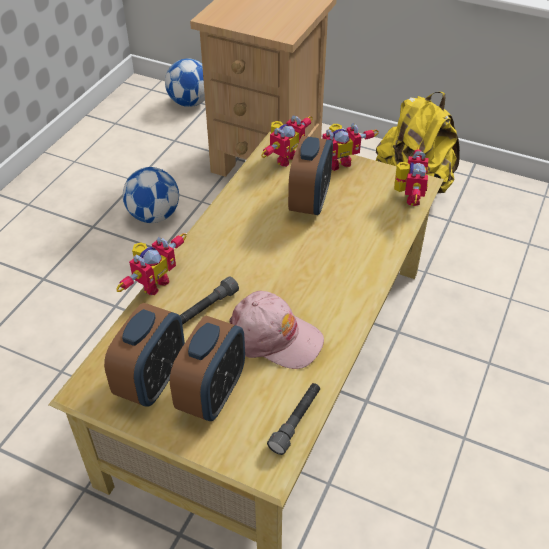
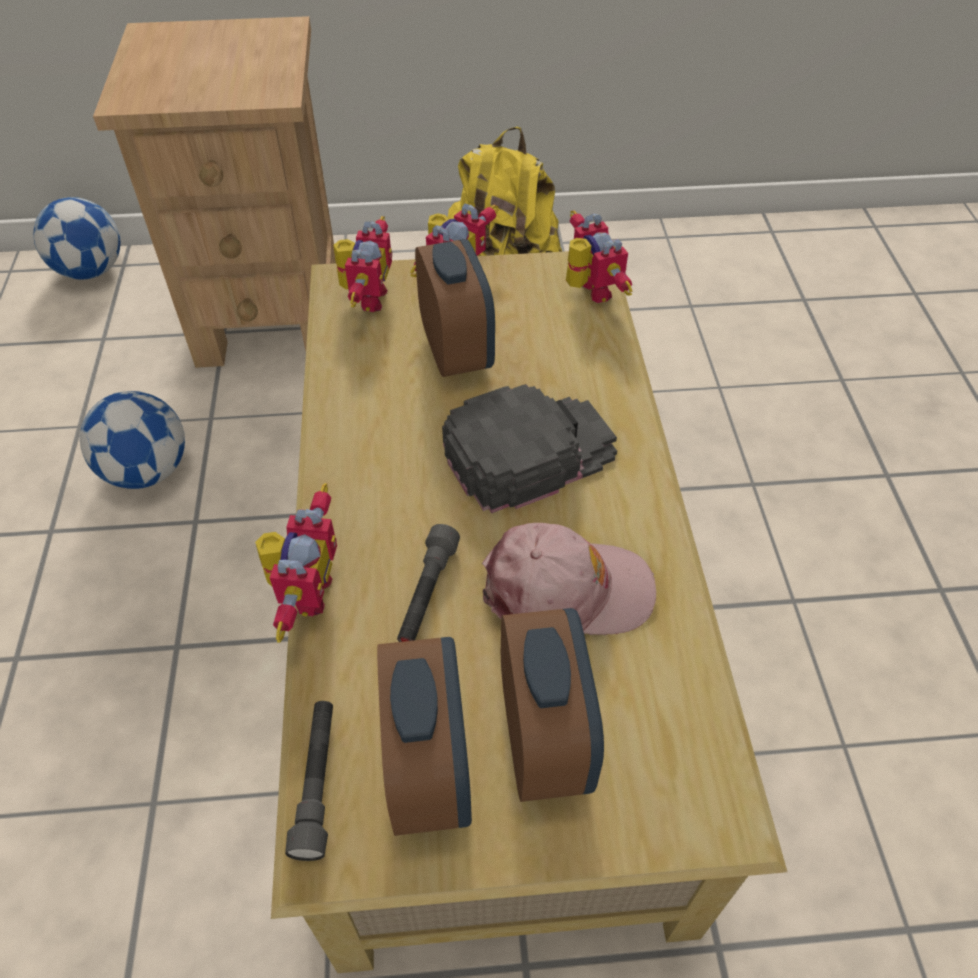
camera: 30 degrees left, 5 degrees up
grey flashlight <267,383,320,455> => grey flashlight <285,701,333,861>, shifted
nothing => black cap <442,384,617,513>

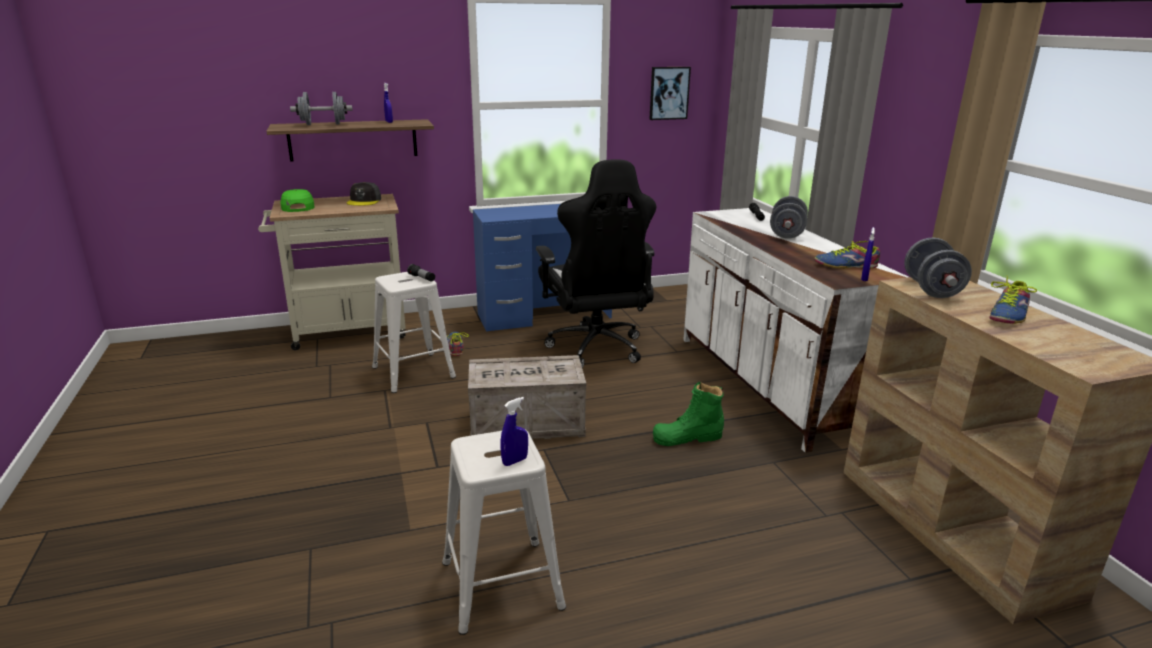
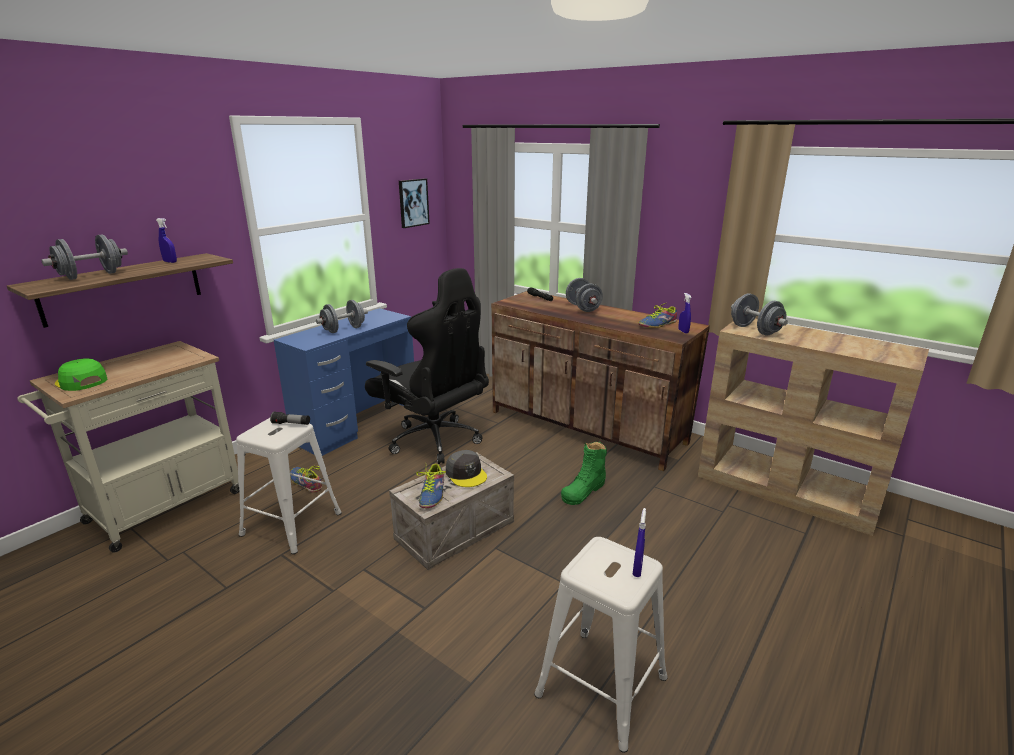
camera: 35 degrees left, 0 degrees up
nothing => grey dumbbell <316,300,368,333>
shoe <989,275,1037,324> => shoe <417,464,446,508>, shifted
grey cap <347,182,381,206> => grey cap <446,450,487,487>, shifted
white cabinet <683,208,908,453> => brown cabinet <491,291,710,471>

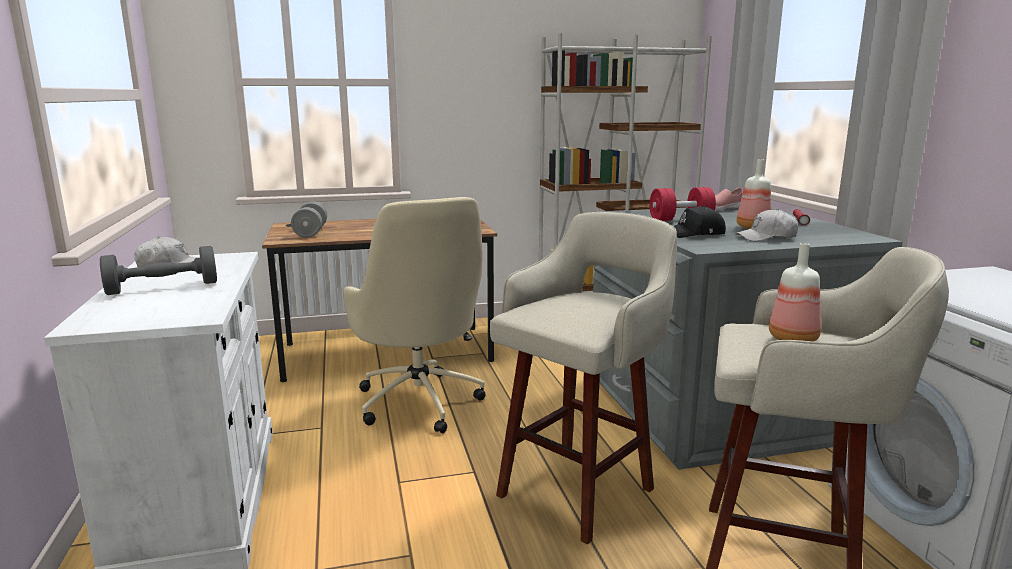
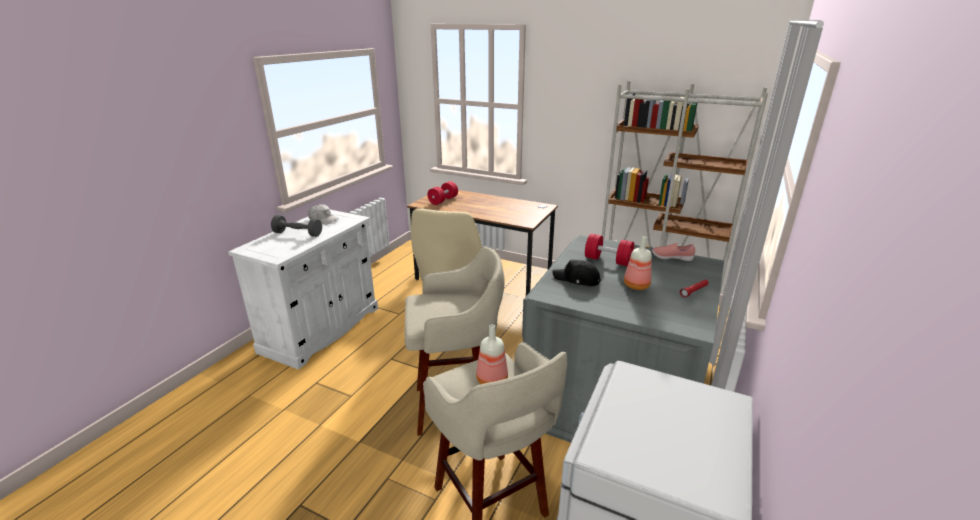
camera: 40 degrees right, 10 degrees up
grey dumbbell <291,201,327,238> => red dumbbell <427,181,458,205>
white cap <736,209,798,241> => nothing

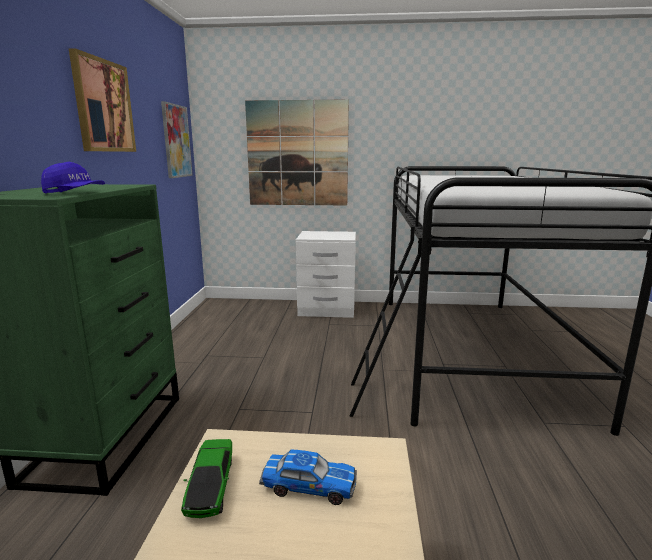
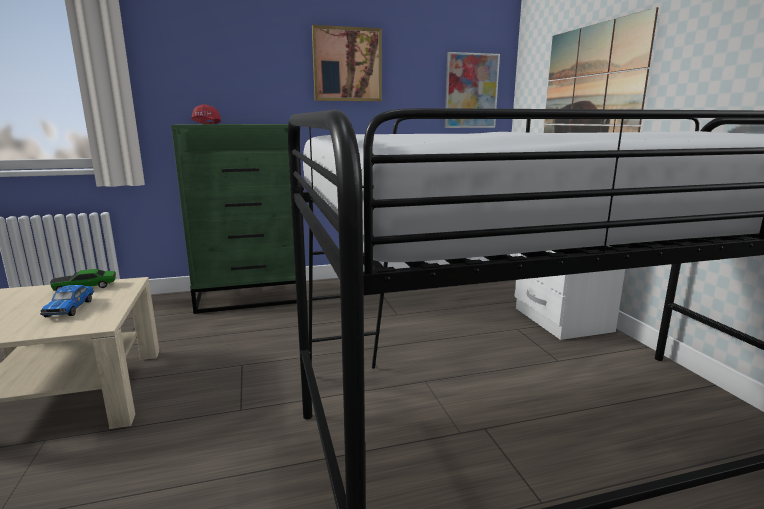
camera: 70 degrees right, 0 degrees up
blue cap <41,162,105,194> => red cap <190,104,221,124>

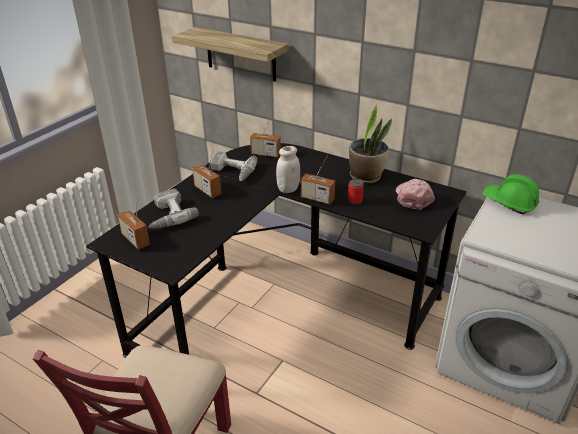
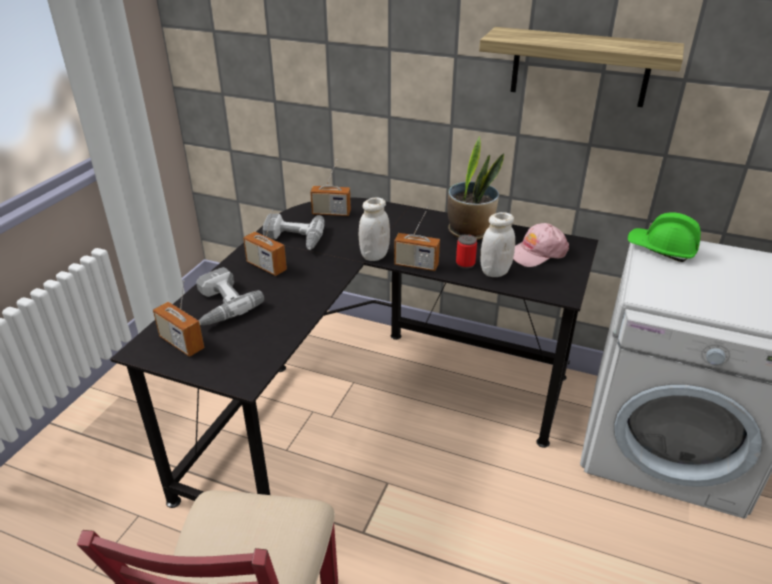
camera: 10 degrees left, 0 degrees up
shelf <172,27,289,82> => shelf <479,27,684,107>, shifted
nothing => white jar <480,212,515,277>
pink cap <396,179,435,210> => pink cap <513,223,569,267>, 105 degrees counterclockwise

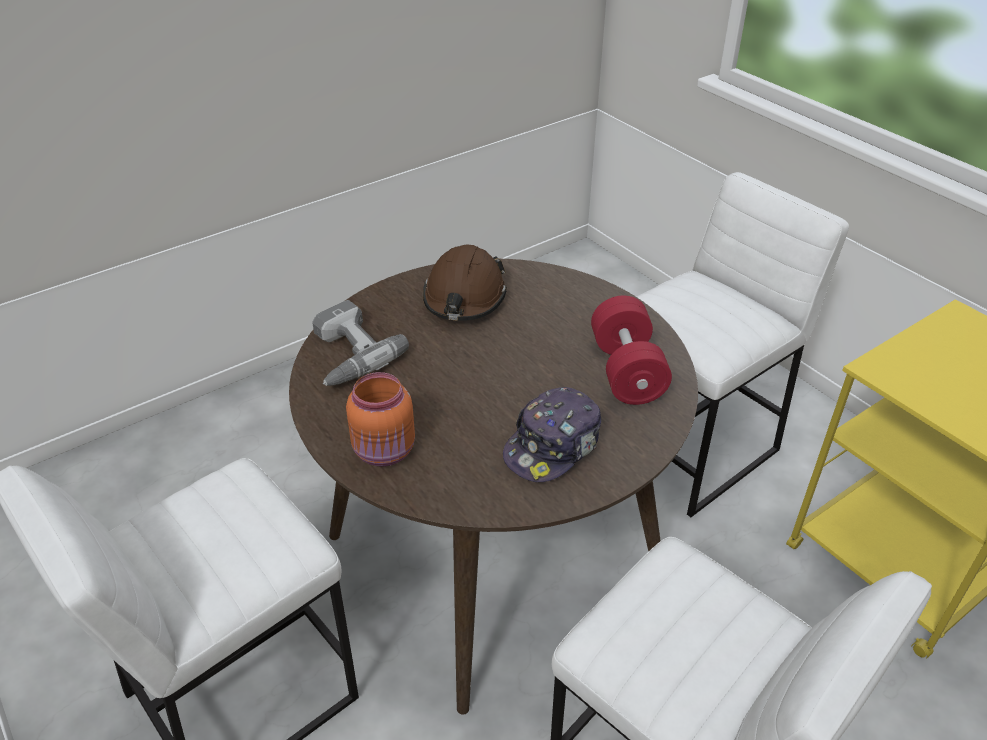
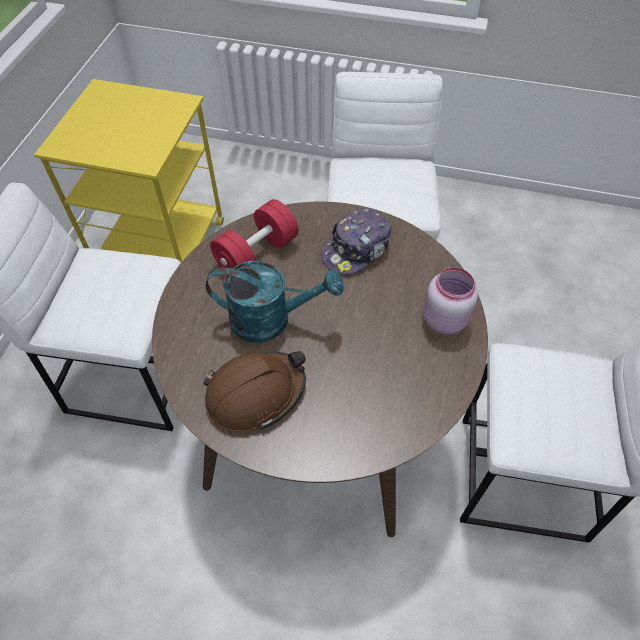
camera: 130 degrees left, 15 degrees up
nothing => turquoise watering can <206,261,344,343>
cap <503,387,601,482> => cap <321,208,391,275>, 135 degrees clockwise
orange jar <346,372,415,467> => pink jar <423,267,478,335>
power drill <312,300,409,386> => nothing

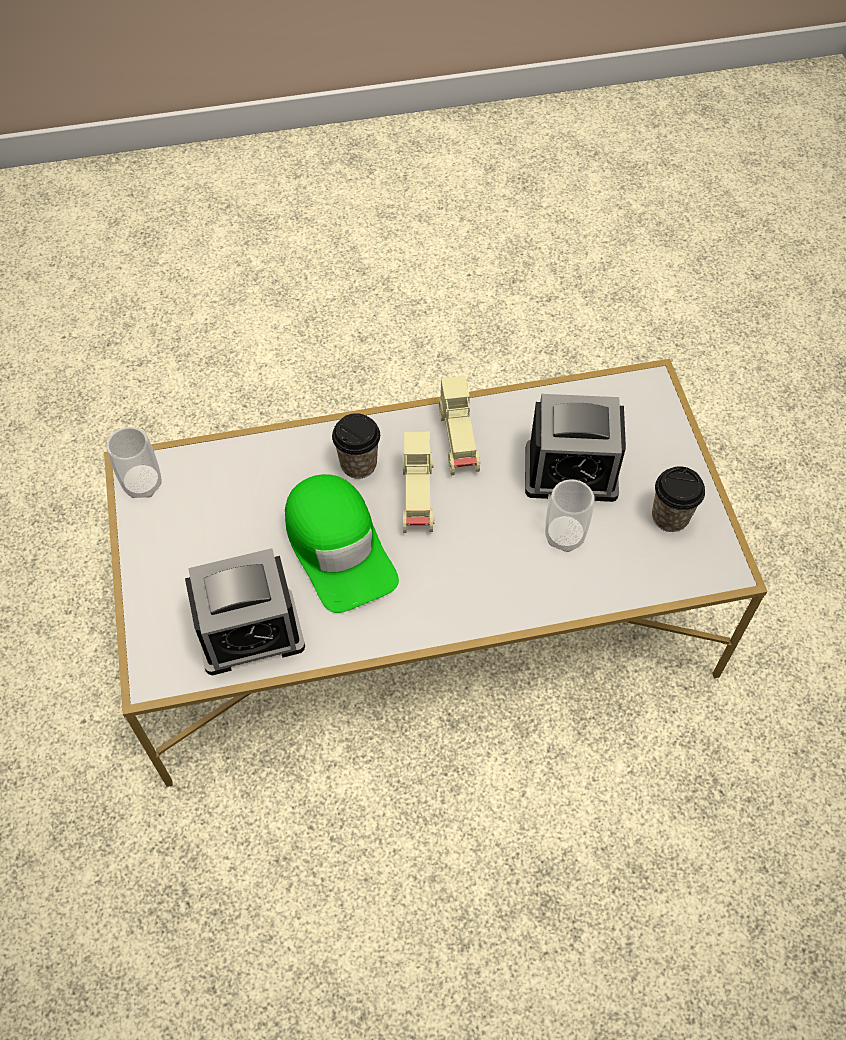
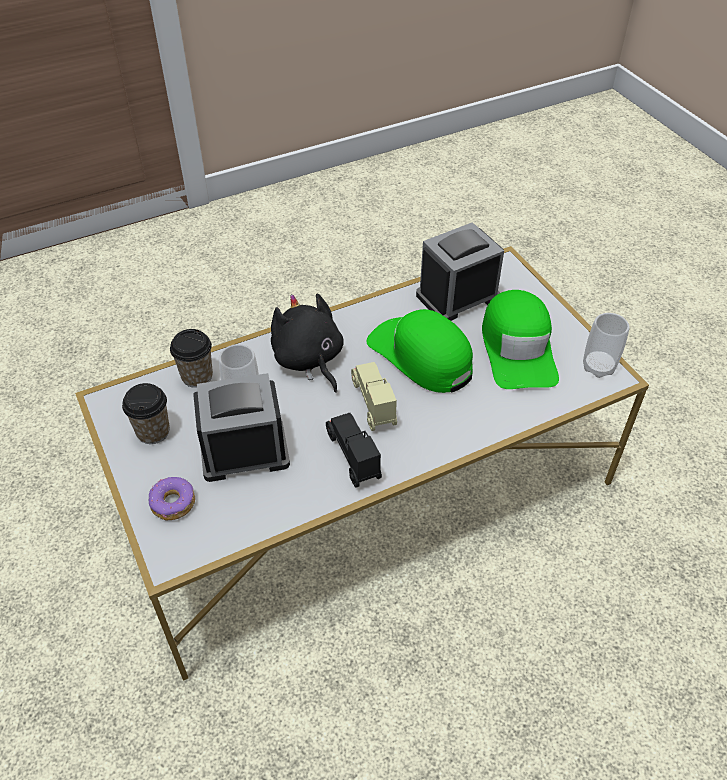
camera: 165 degrees right, 10 degrees down
nothing => donut <149,477,195,520>
cup <332,413,380,479> => cup <170,329,213,388>, shifted
nothing => black plush toy <271,293,344,393>
beige toy car <439,376,480,475> => black toy car <326,413,382,488>
nothing => green cap <482,290,559,389>

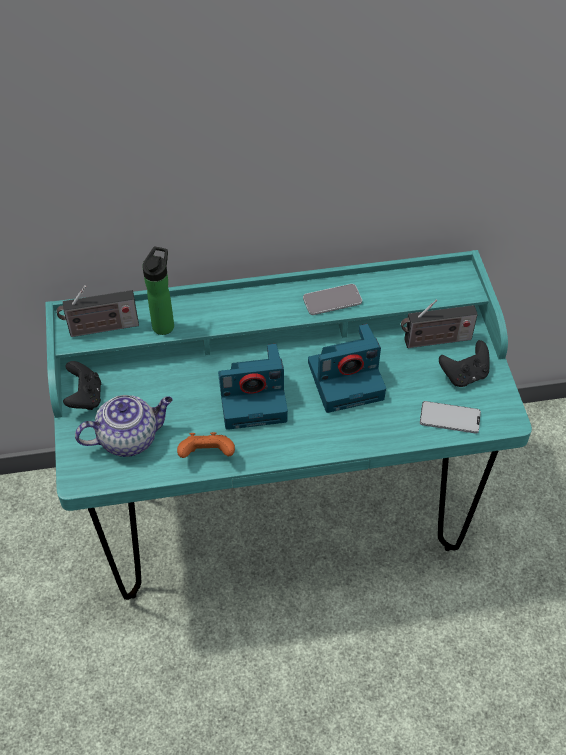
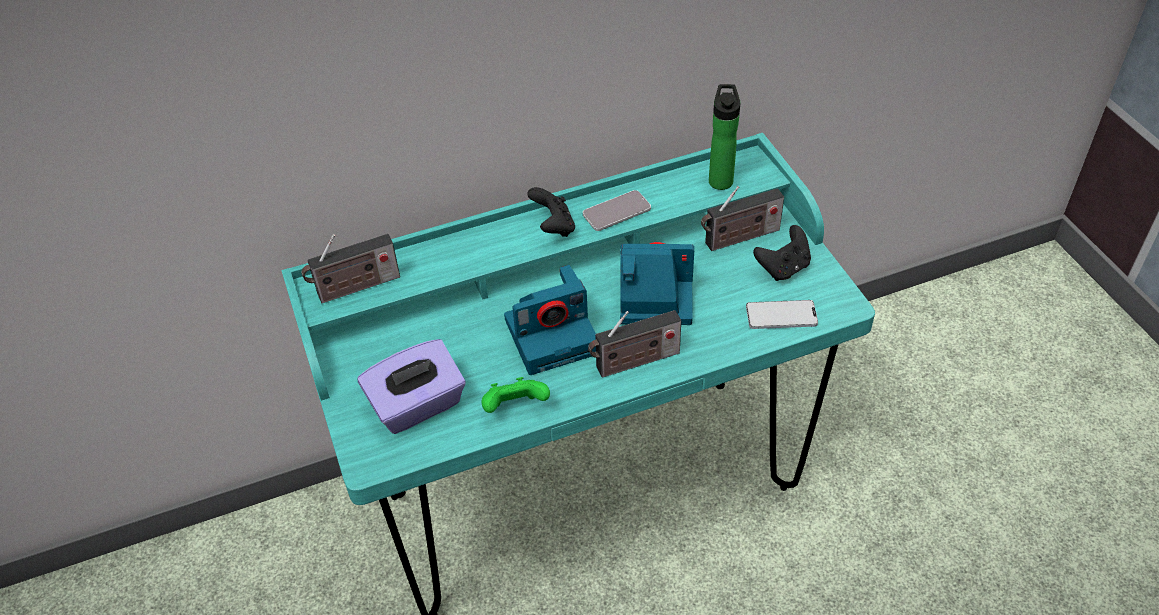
camera: 10 degrees left, 5 degrees down
teapot <75,395,173,457> => purple tissue box <357,339,466,434>
orange game controller <177,432,235,458> => green game controller <481,377,550,413>
black game controller <63,361,101,410> => black game controller <527,187,575,237>, shifted
nothing => radio <588,310,681,378>
photo camera <308,324,386,413> => photo camera <620,242,694,325>, 150 degrees counterclockwise
bottle <142,247,174,335> => bottle <709,84,740,190>, shifted

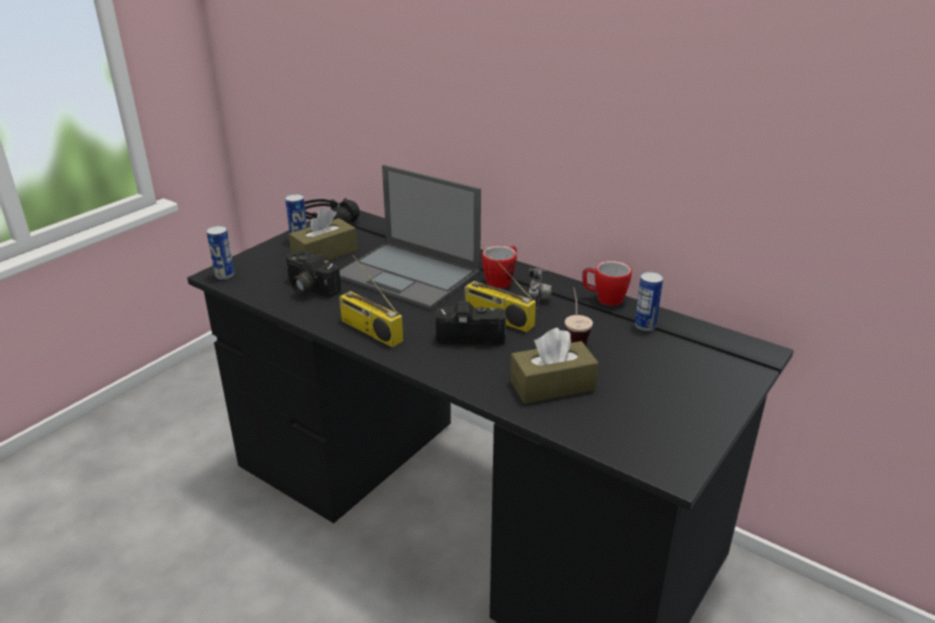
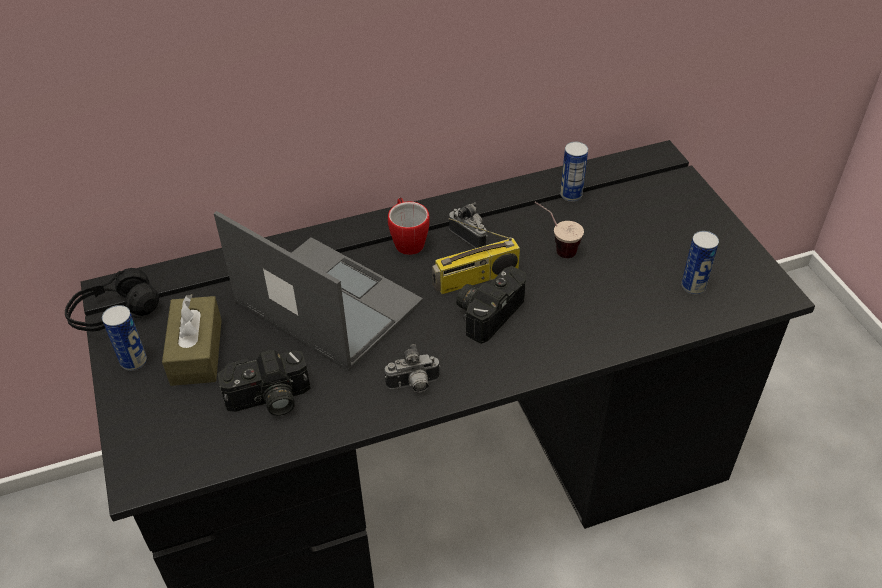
camera: 55 degrees left, 15 degrees up
laptop <339,164,481,310> => laptop <214,211,423,371>, 120 degrees counterclockwise
radio <339,255,403,348> => photo camera <385,344,441,393>
can <206,226,234,280> => can <681,231,719,295>, shifted
brown tissue box <510,328,599,404> => nothing
mug <582,261,632,306> => nothing

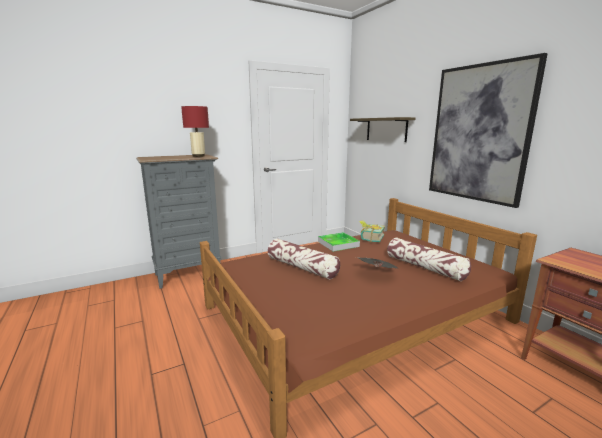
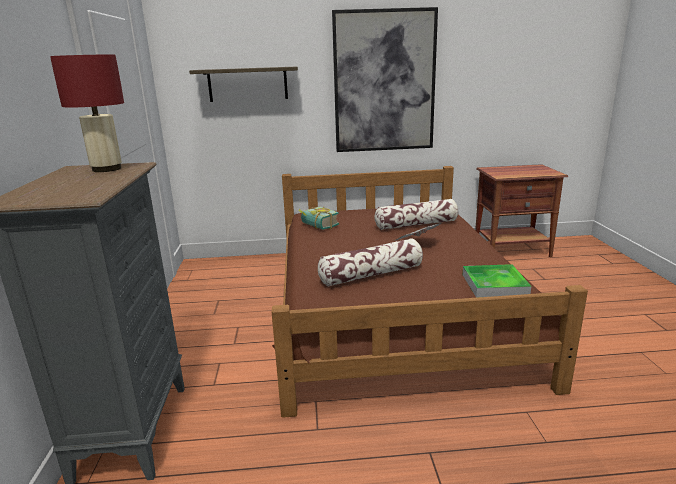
camera: 65 degrees left, 5 degrees up
tray <318,232,360,252> => tray <463,264,531,298>, shifted

